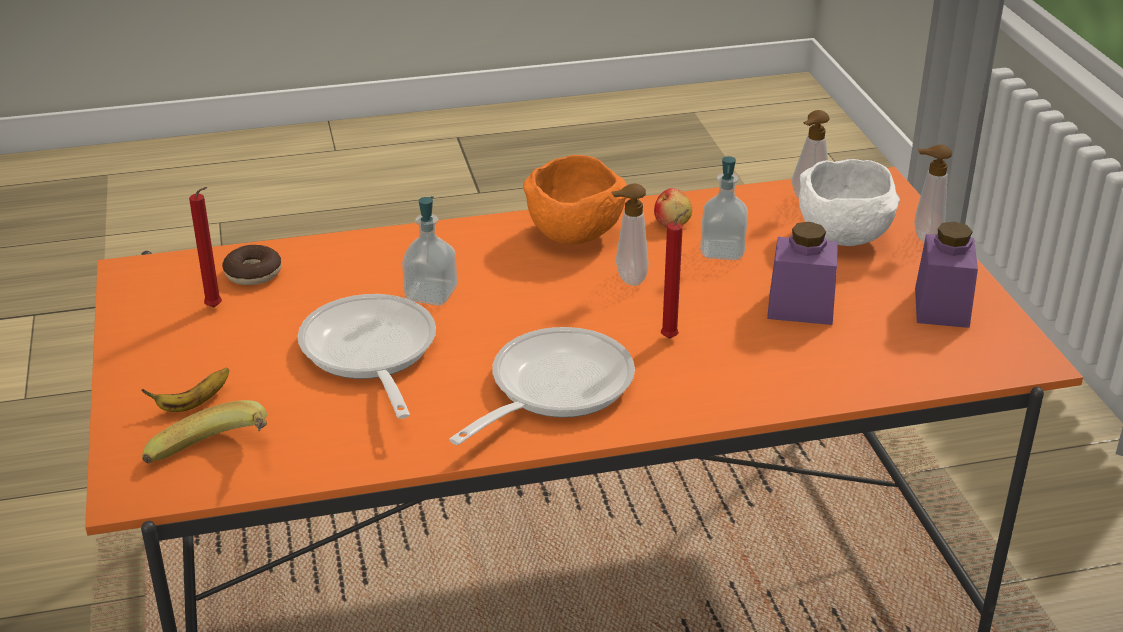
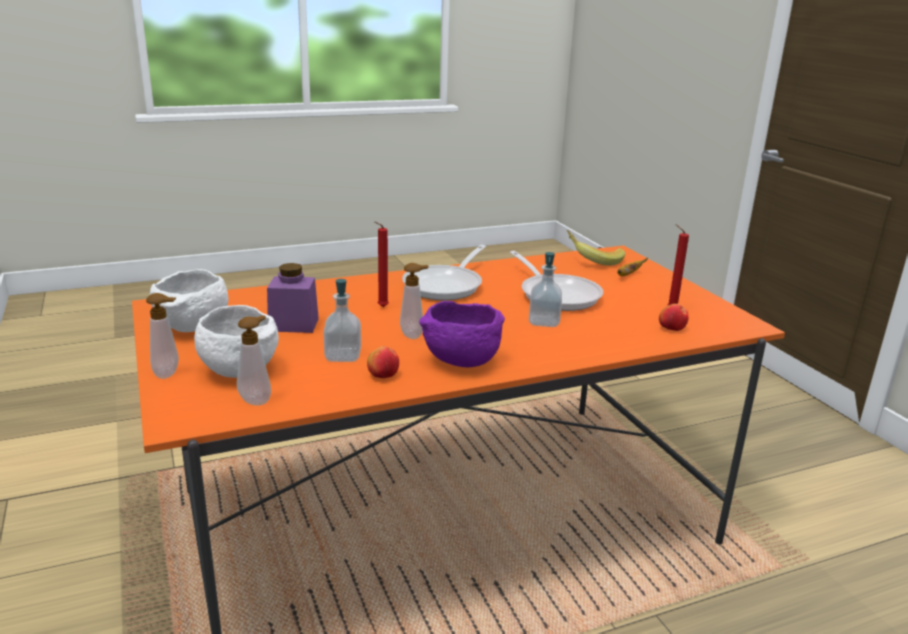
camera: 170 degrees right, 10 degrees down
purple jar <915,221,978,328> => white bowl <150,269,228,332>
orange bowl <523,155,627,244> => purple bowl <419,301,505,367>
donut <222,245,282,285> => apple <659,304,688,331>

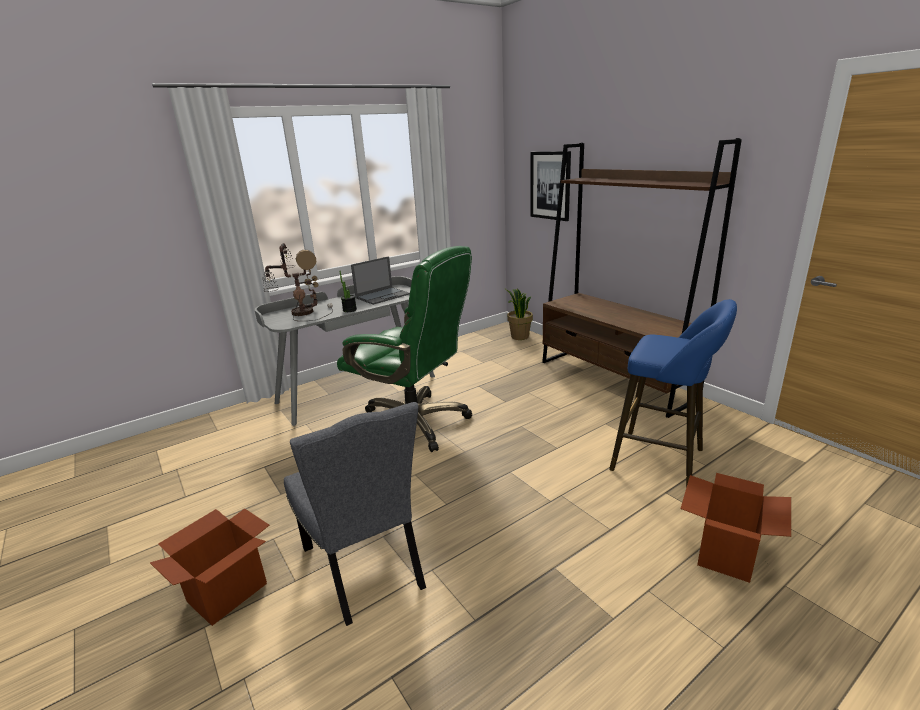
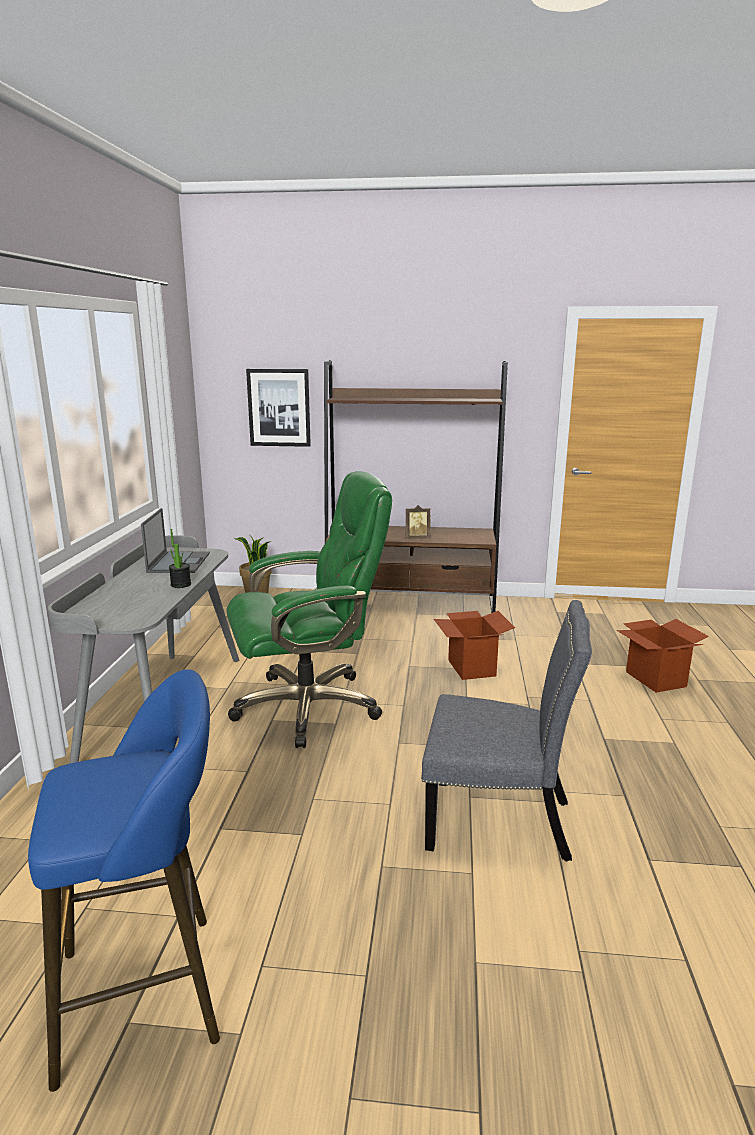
camera: 50 degrees left, 5 degrees down
blue stool <609,299,737,488> => blue stool <28,669,220,1092>, shifted
nothing => picture frame <406,505,430,539>
cardboard box <150,508,270,626> => cardboard box <434,611,515,680>, shifted
table lamp <263,243,333,321> => nothing

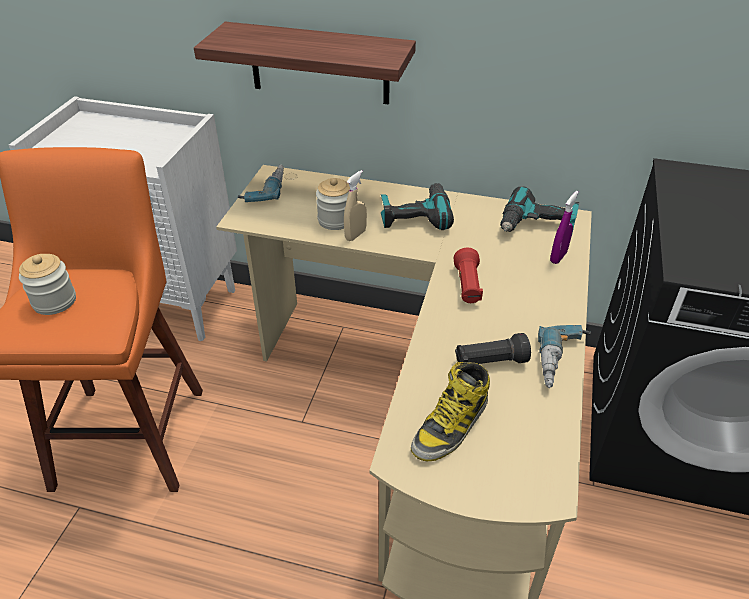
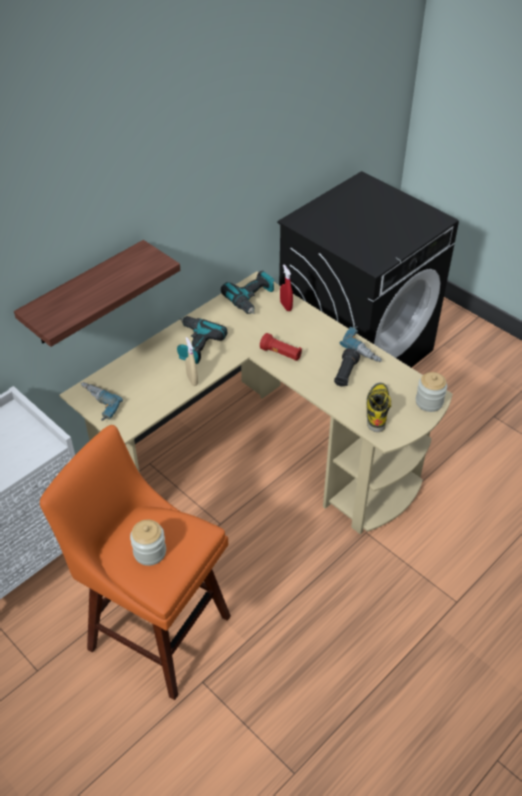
camera: 60 degrees left, 5 degrees up
purple spray bottle <550,191,578,264> => red spray bottle <280,265,293,311>
boot <411,362,490,461> => boot <366,382,391,432>, 150 degrees counterclockwise
jar <316,178,350,230> => jar <416,372,447,412>, shifted

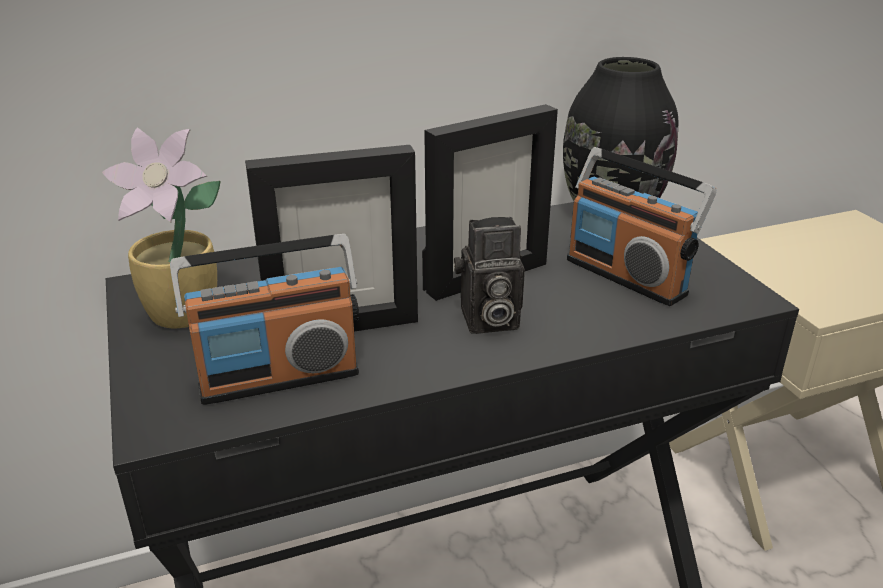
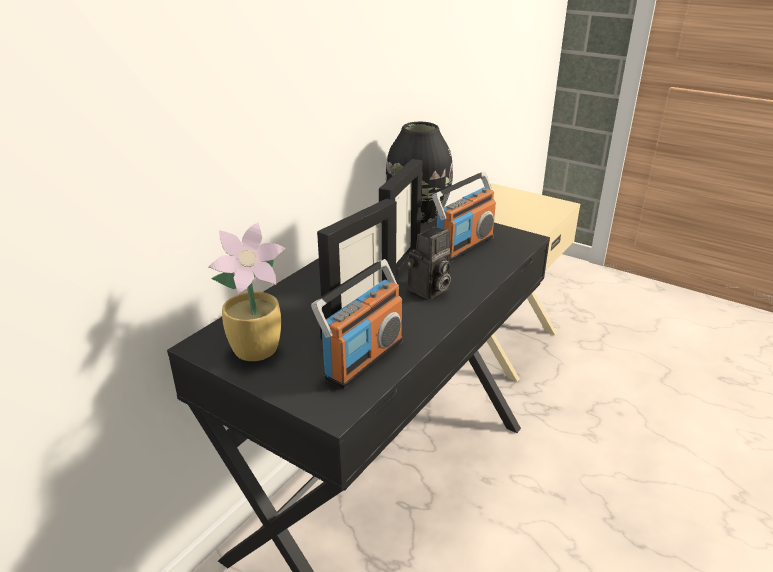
camera: 35 degrees left, 0 degrees up
radio <567,147,717,306> => radio <432,172,496,262>, 60 degrees counterclockwise

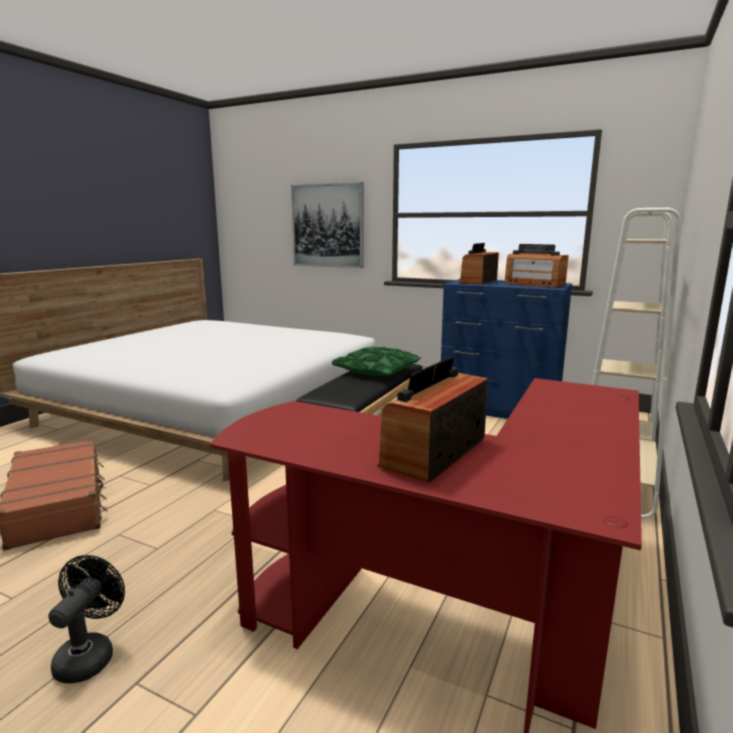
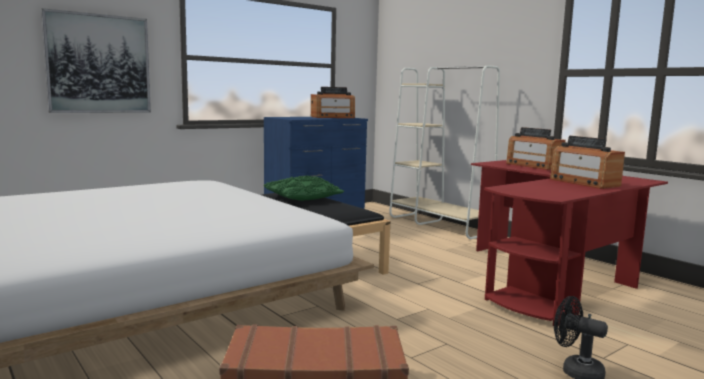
camera: 65 degrees left, 5 degrees down
radio <459,243,499,285> => radio <506,127,566,170>, shifted

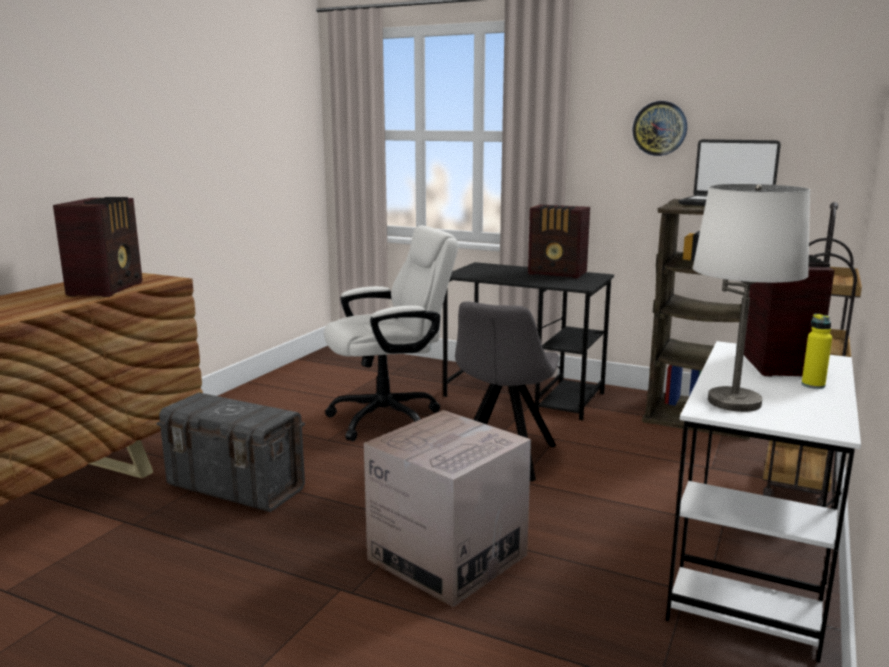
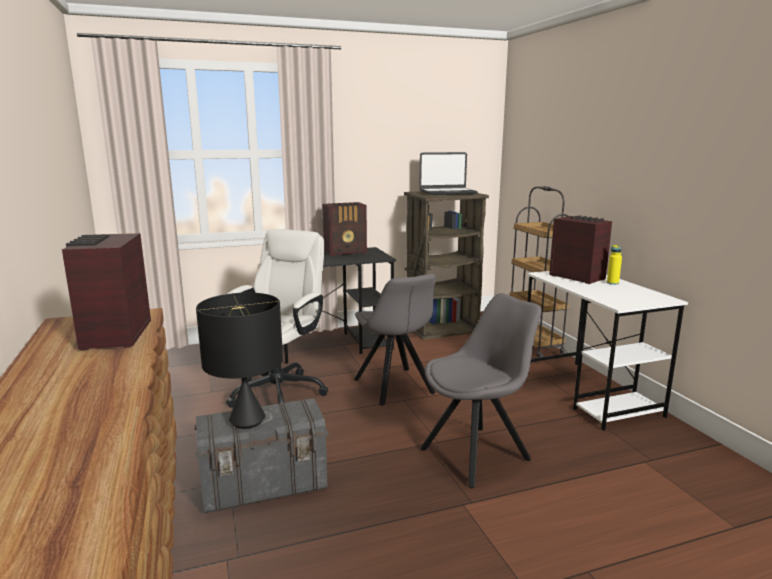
camera: 45 degrees left, 0 degrees up
radio <53,197,143,297> => radio <62,233,151,350>, 150 degrees counterclockwise
nothing => black table lamp <196,293,283,429>
cardboard box <364,410,531,607> => grey chair <420,293,542,488>
wall clock <633,101,687,156> => nothing
white table lamp <693,184,810,412> => nothing

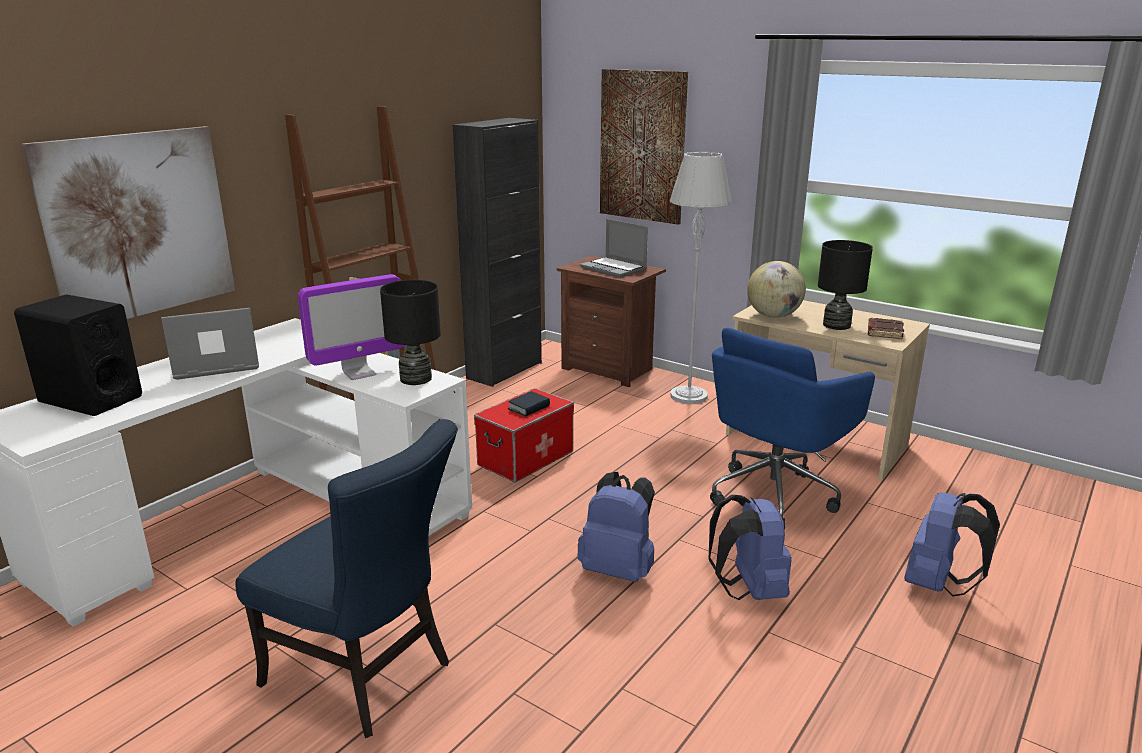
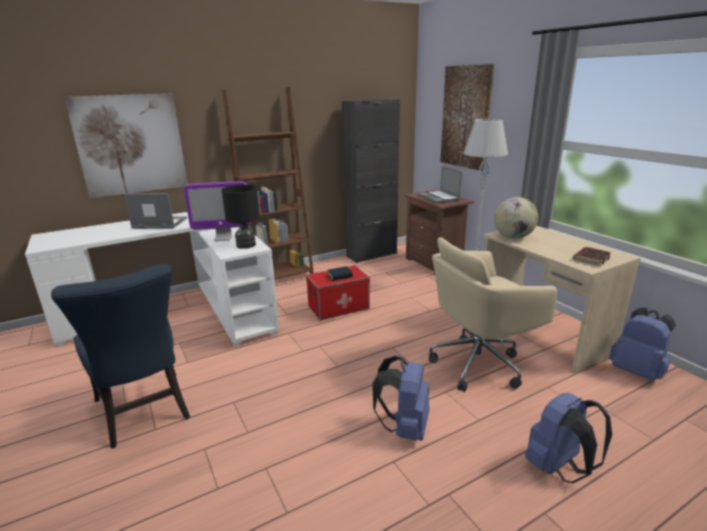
camera: 25 degrees right, 0 degrees up
blue office chair <710,328,875,530> => beige office chair <429,237,557,392>
blue backpack <577,472,655,582> => blue backpack <609,308,676,381>, shifted
black speaker <14,294,142,416> => nothing
black table lamp <818,240,873,330> => nothing

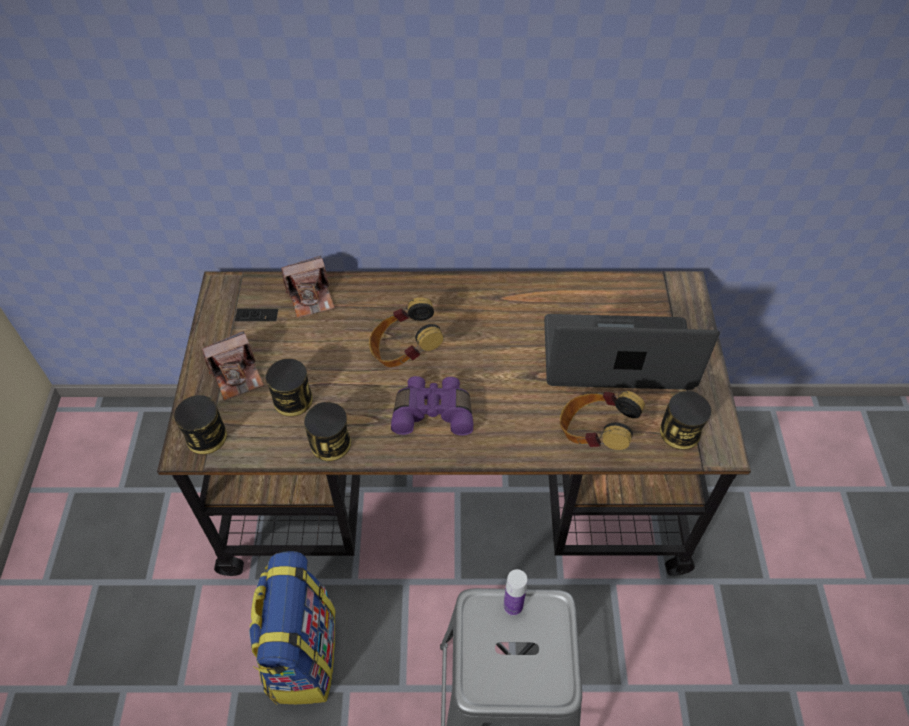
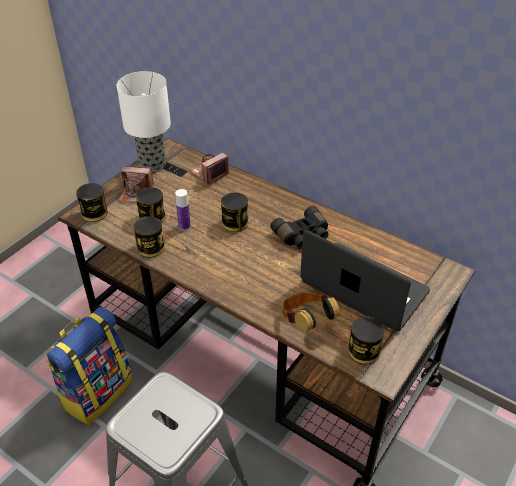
camera: 35 degrees right, 10 degrees down
nothing => table lamp <117,71,171,172>
bottle <503,569,527,616> => bottle <175,189,191,231>, shifted
photo camera <281,256,335,318> => photo camera <191,153,229,185>, 120 degrees clockwise
headphones <369,297,443,367> => can <221,192,248,232>
nothing => black binoculars <270,206,329,249>
purple binoculars <391,376,473,435> => nothing

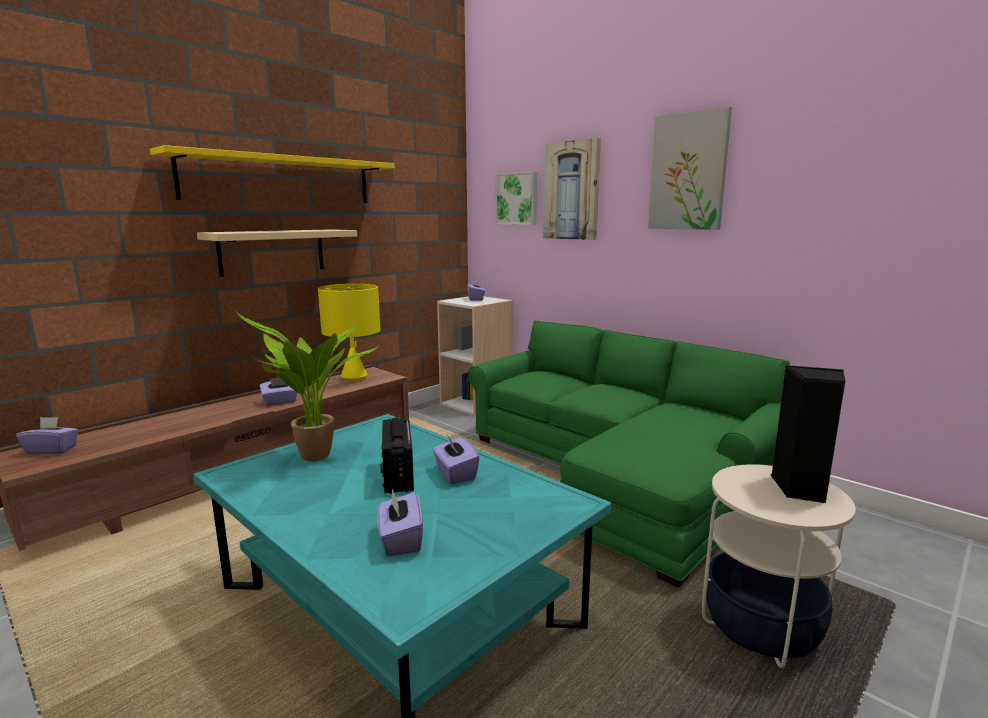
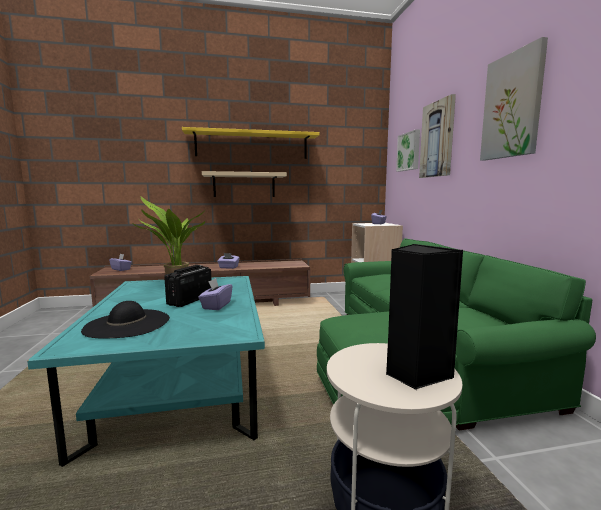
camera: 35 degrees right, 5 degrees down
purple tissue box <377,489,423,556> => black hat <81,301,170,338>
yellow table lamp <318,284,380,381> => nothing

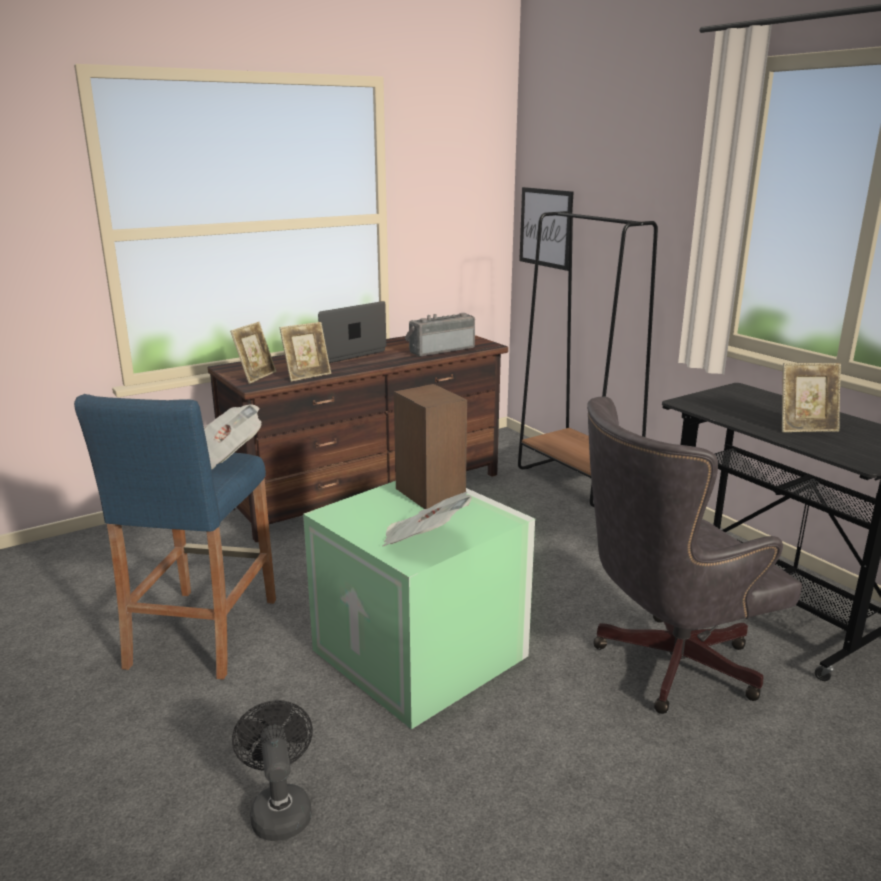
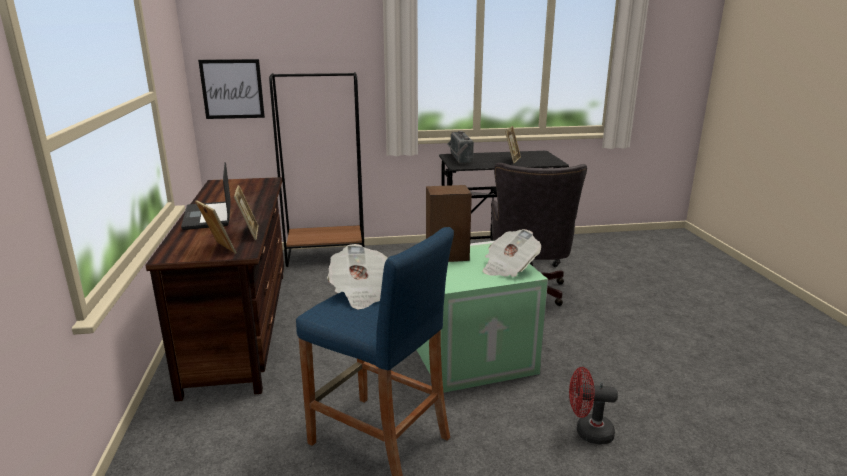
camera: 65 degrees left, 0 degrees up
radio <405,313,475,357> => radio <447,131,474,164>, shifted
black fan <232,700,313,841> => red fan <569,367,618,444>

